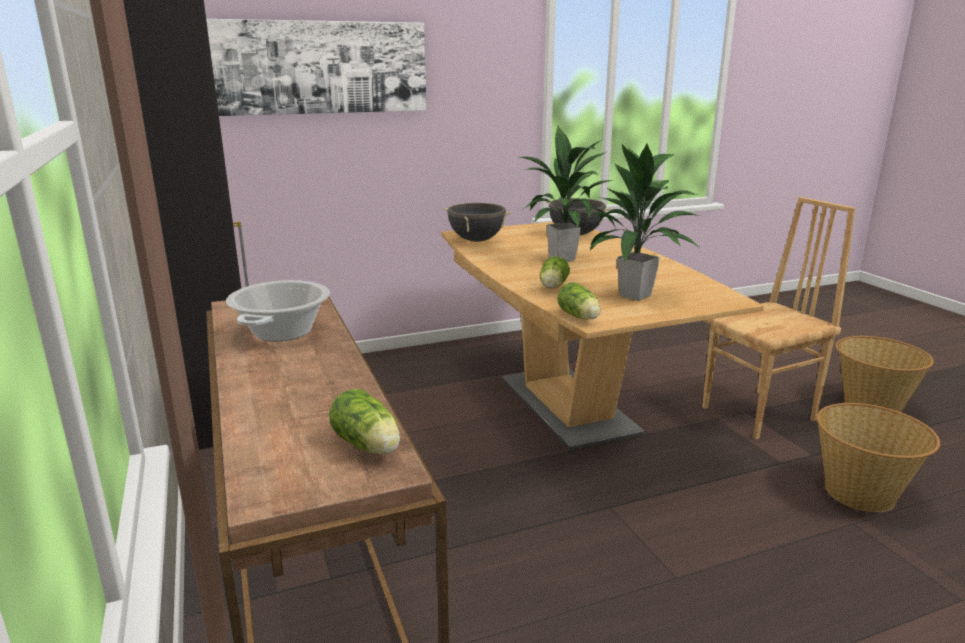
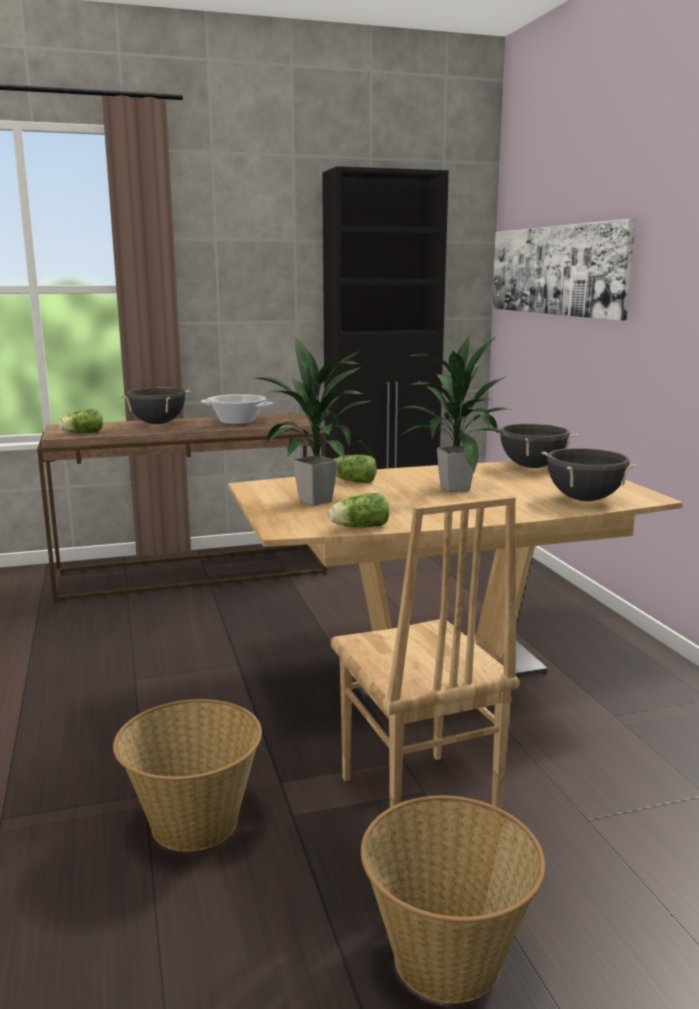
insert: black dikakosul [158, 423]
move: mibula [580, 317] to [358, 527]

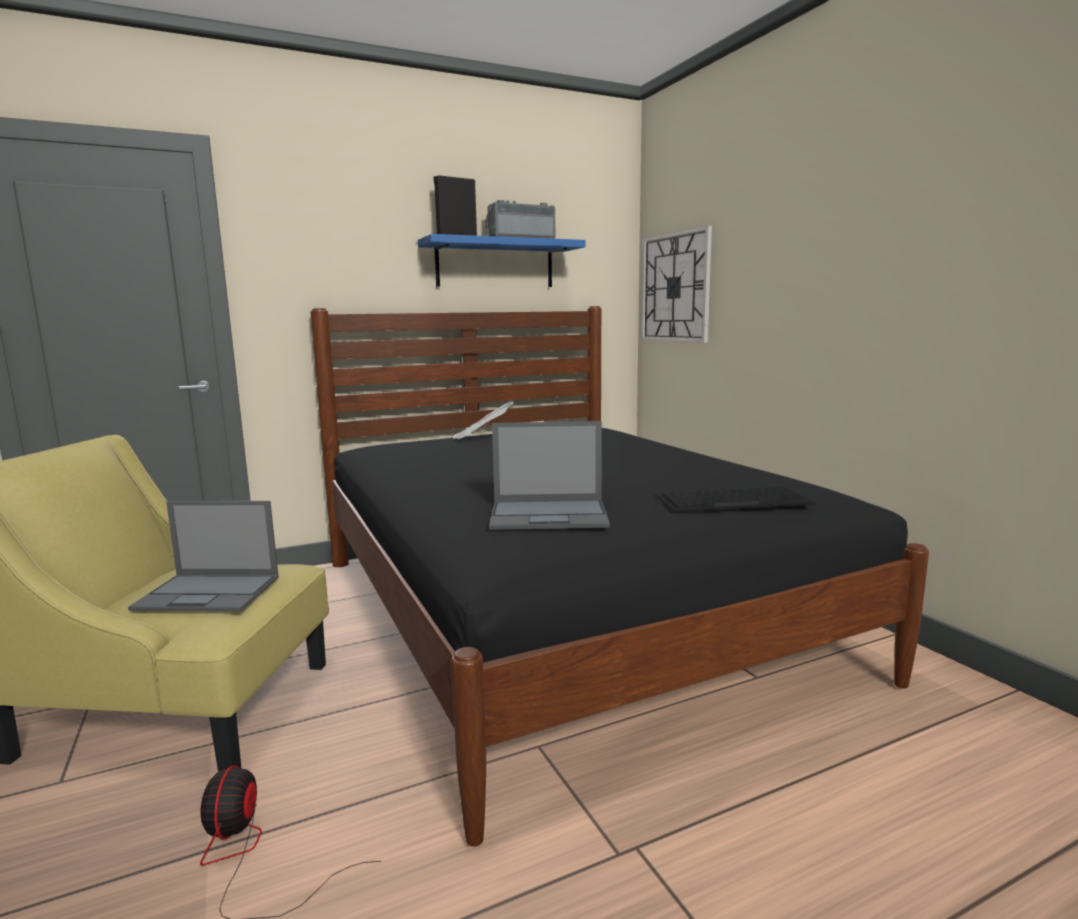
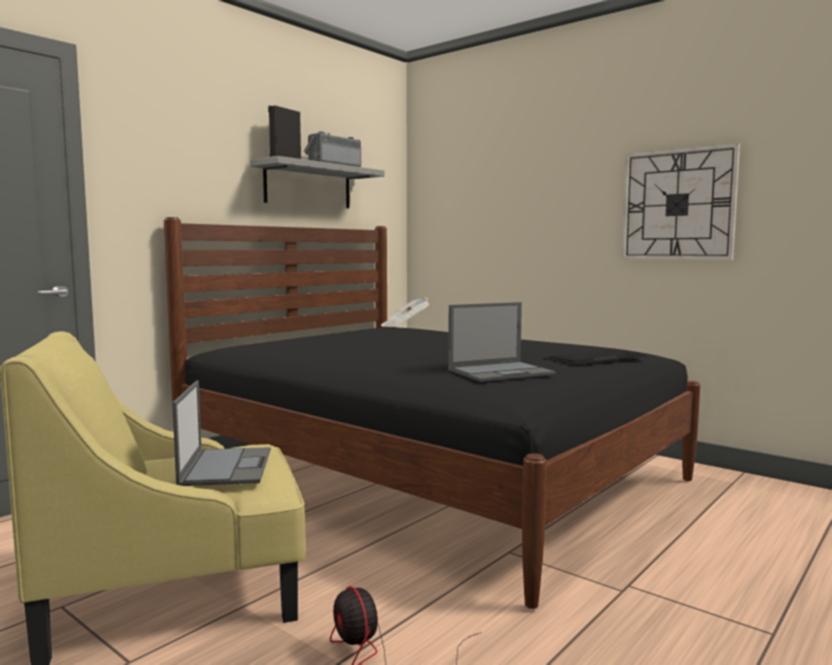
move: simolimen [482, 438] to [405, 325]; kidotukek [675, 287] to [677, 205]
recolor: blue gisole [495, 264] to grey gisole [308, 186]
rotate: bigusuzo [210, 593] = [226, 466] 75 degrees counterclockwise

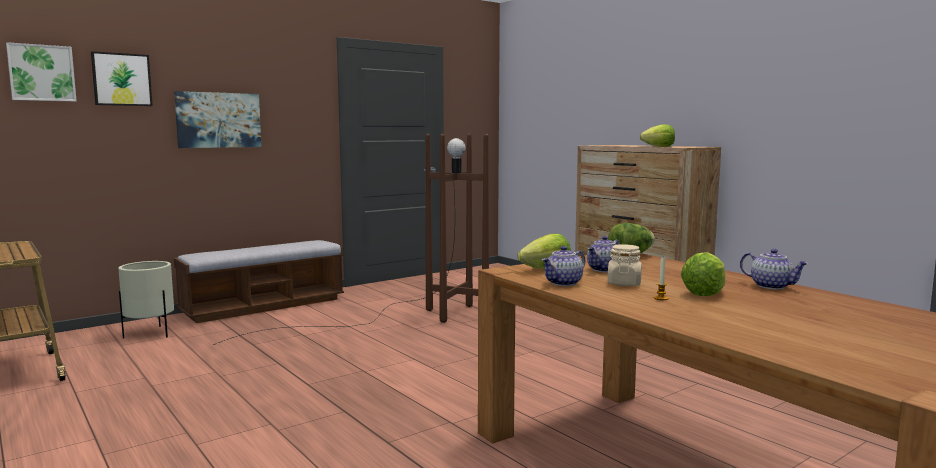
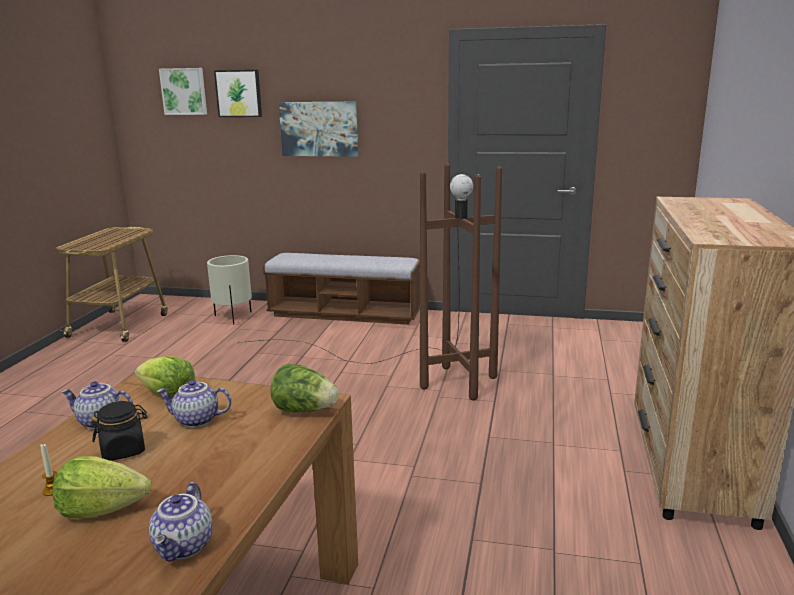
delete: mibula [659, 146]
recolor: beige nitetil [624, 283] to black nitetil [124, 450]

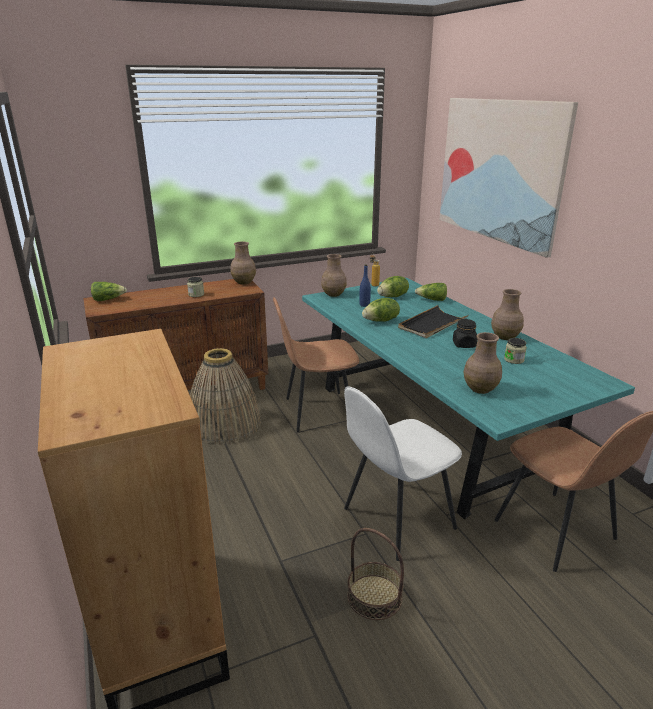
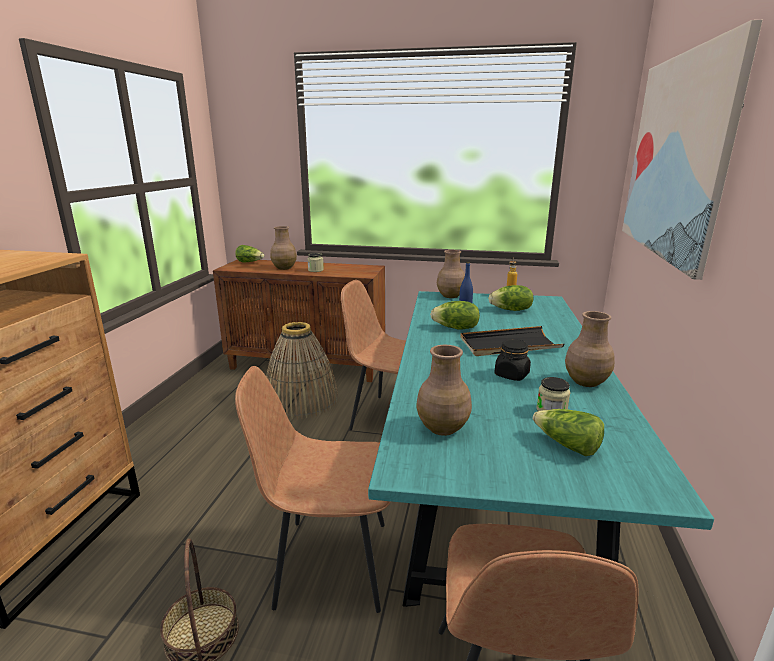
move: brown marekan [243, 282] to [284, 268]; mibula [432, 300] to [567, 445]
recolor: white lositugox [396, 519] to brown lositugox [329, 562]

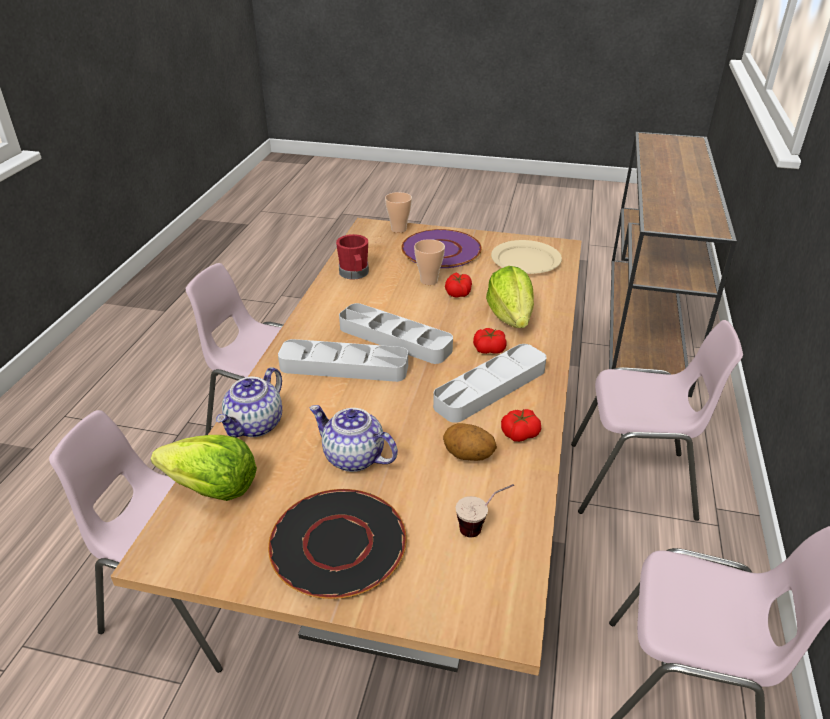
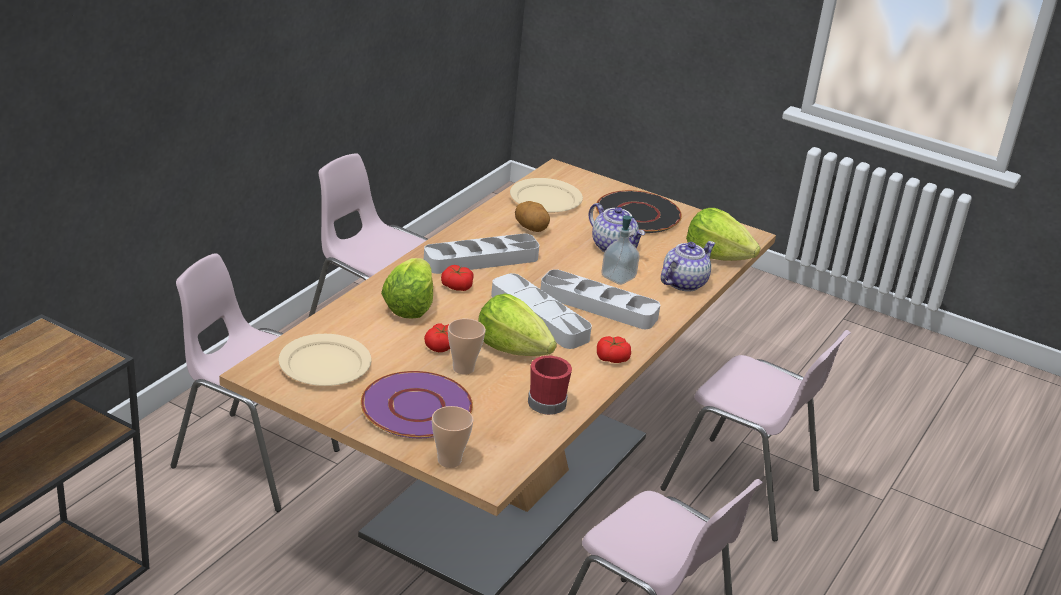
insert: mibula [513, 348]; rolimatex [618, 277]
move: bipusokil [519, 433] to [612, 358]
replace: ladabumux [482, 527] to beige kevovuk [546, 199]

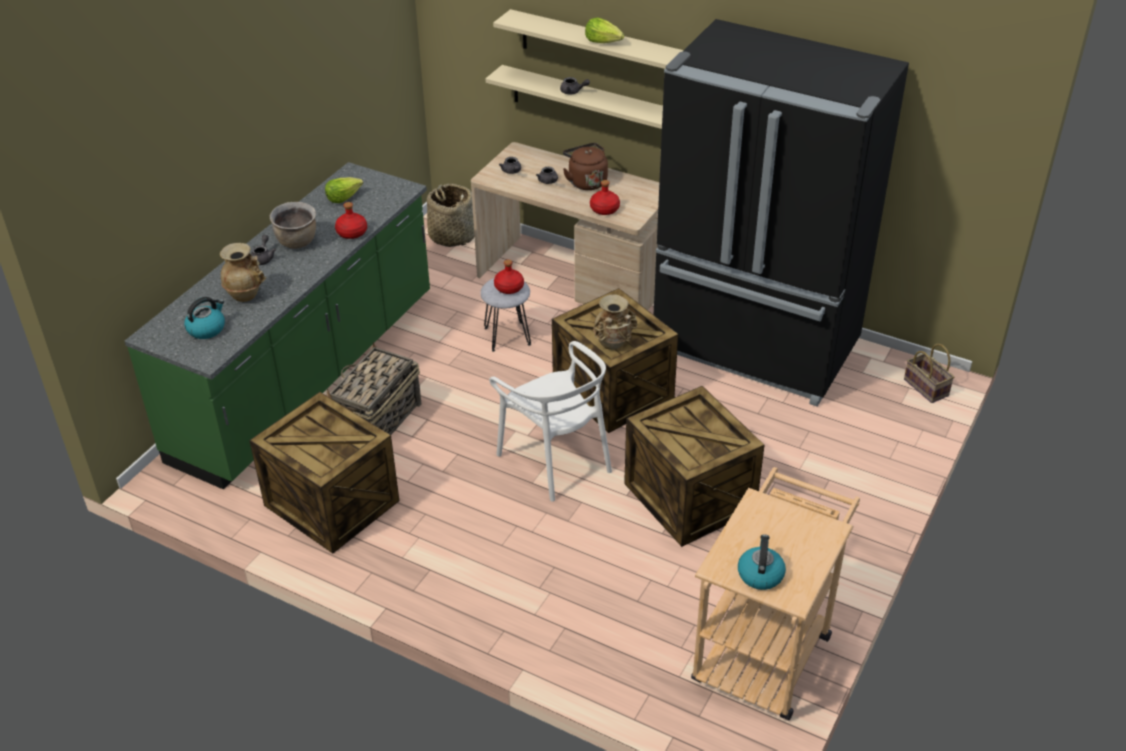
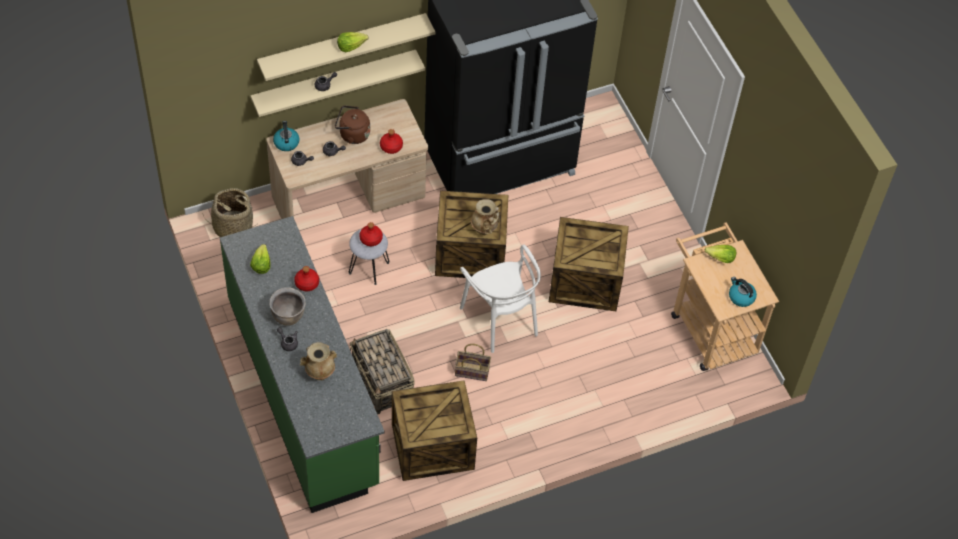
insert: mibula [720, 258]
move: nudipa [207, 329] to [286, 142]; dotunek [927, 388] to [473, 371]
rotate: white lositugox [556, 460] = [500, 319] 60 degrees clockwise

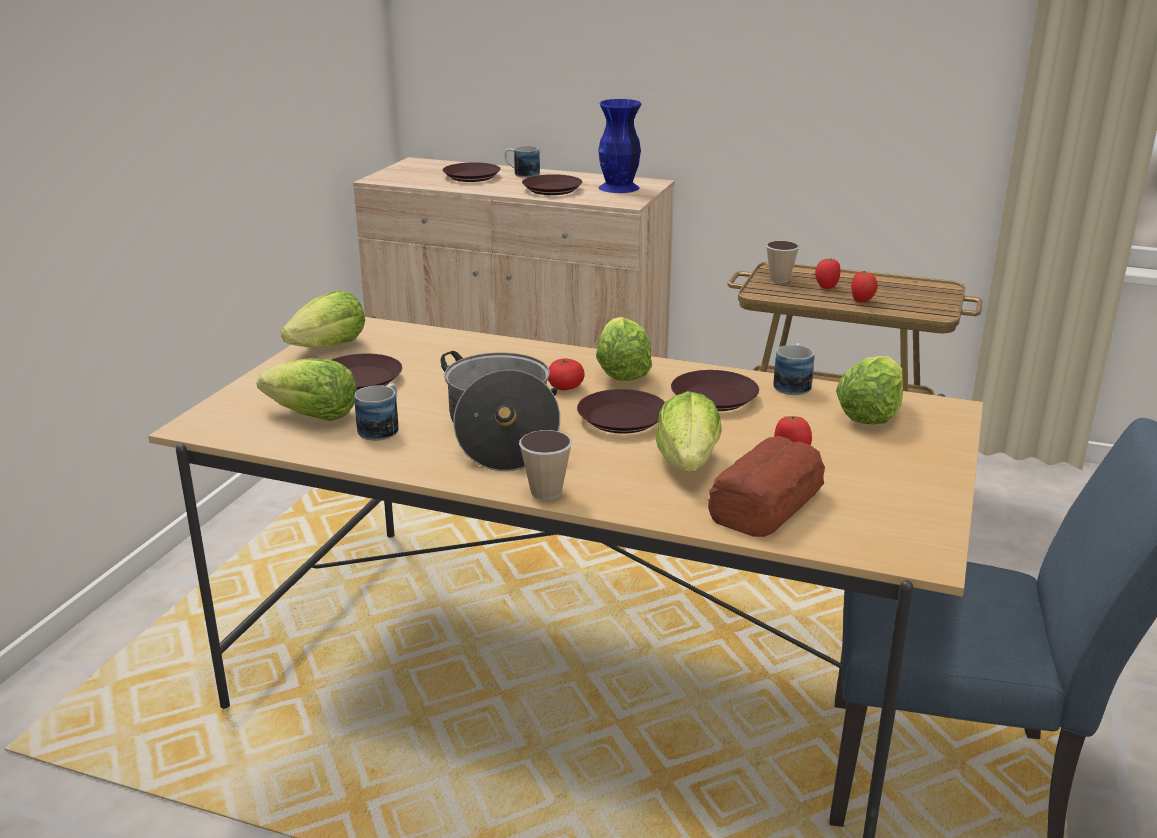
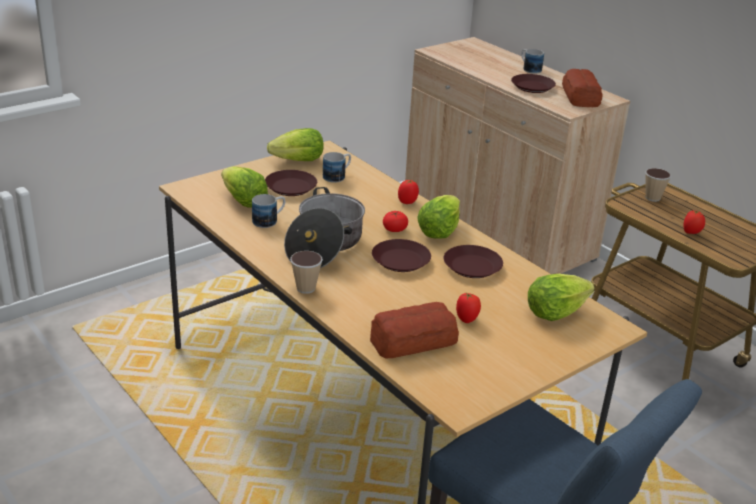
delete: brown kevovuk [471, 177]; mibula [688, 463]
move: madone [793, 384] to [337, 176]; bipusokil [826, 287] to [407, 202]
replace: blue marekan [618, 188] to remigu [580, 97]

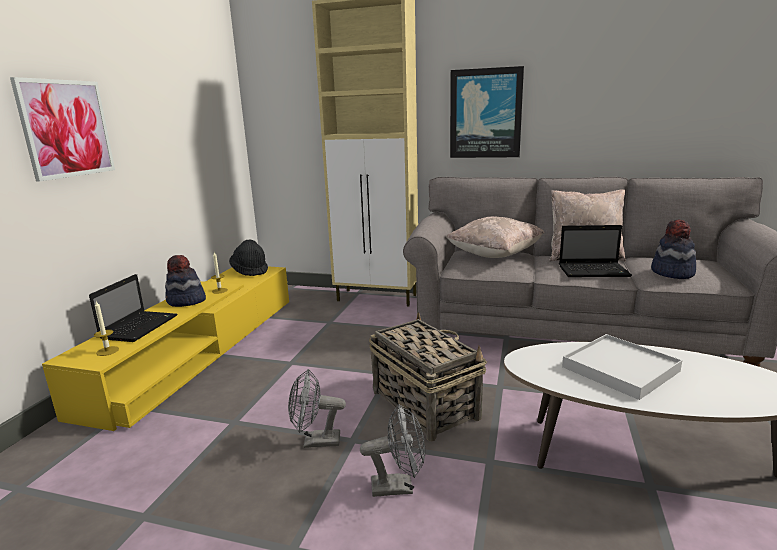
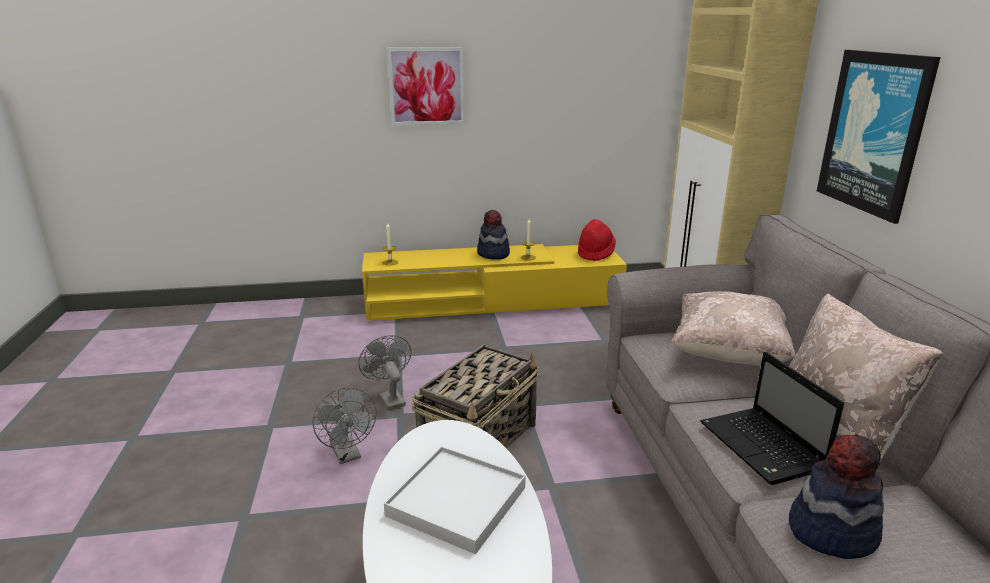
delete: bigusuzo [140, 326]
recolor: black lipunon [250, 271] to red lipunon [595, 253]

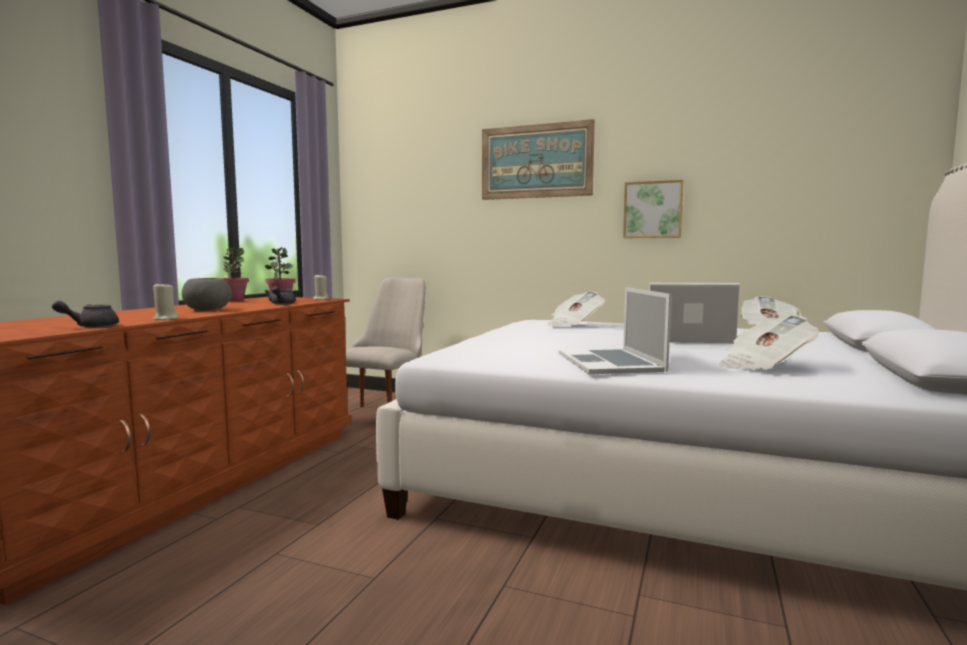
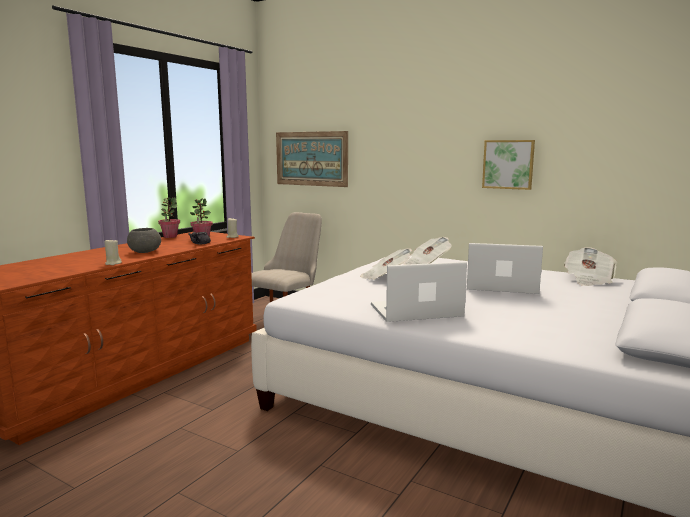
delete: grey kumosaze [91, 326]
move: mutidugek [536, 161] to [311, 158]; simolimen [763, 366] to [385, 277]
rotate: bigusuzo [610, 362] = [416, 311] 75 degrees clockwise

